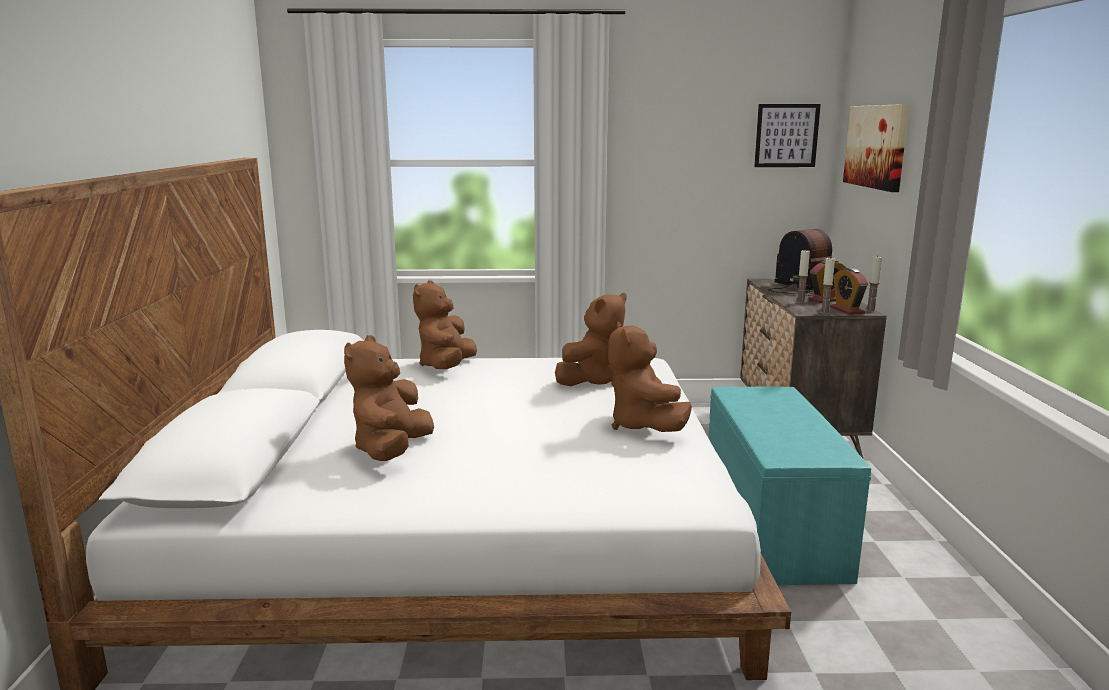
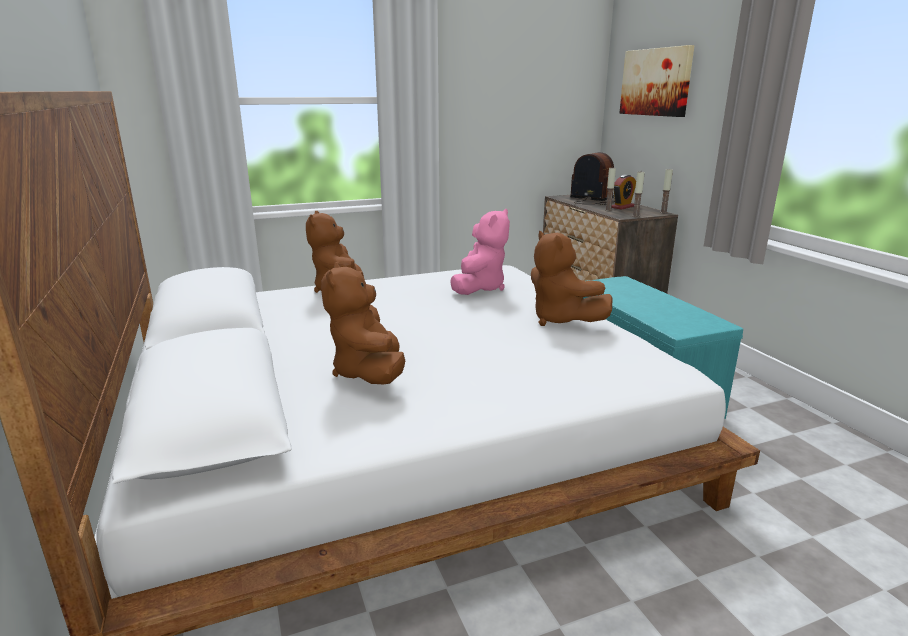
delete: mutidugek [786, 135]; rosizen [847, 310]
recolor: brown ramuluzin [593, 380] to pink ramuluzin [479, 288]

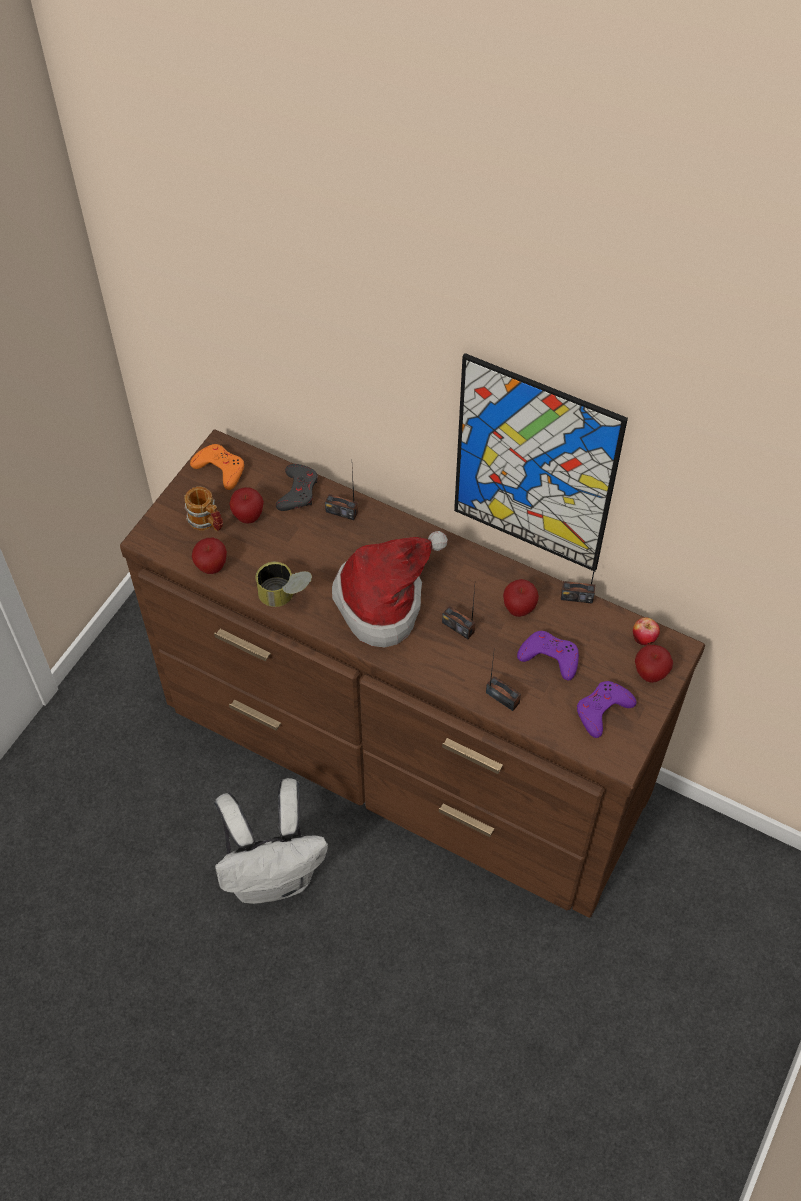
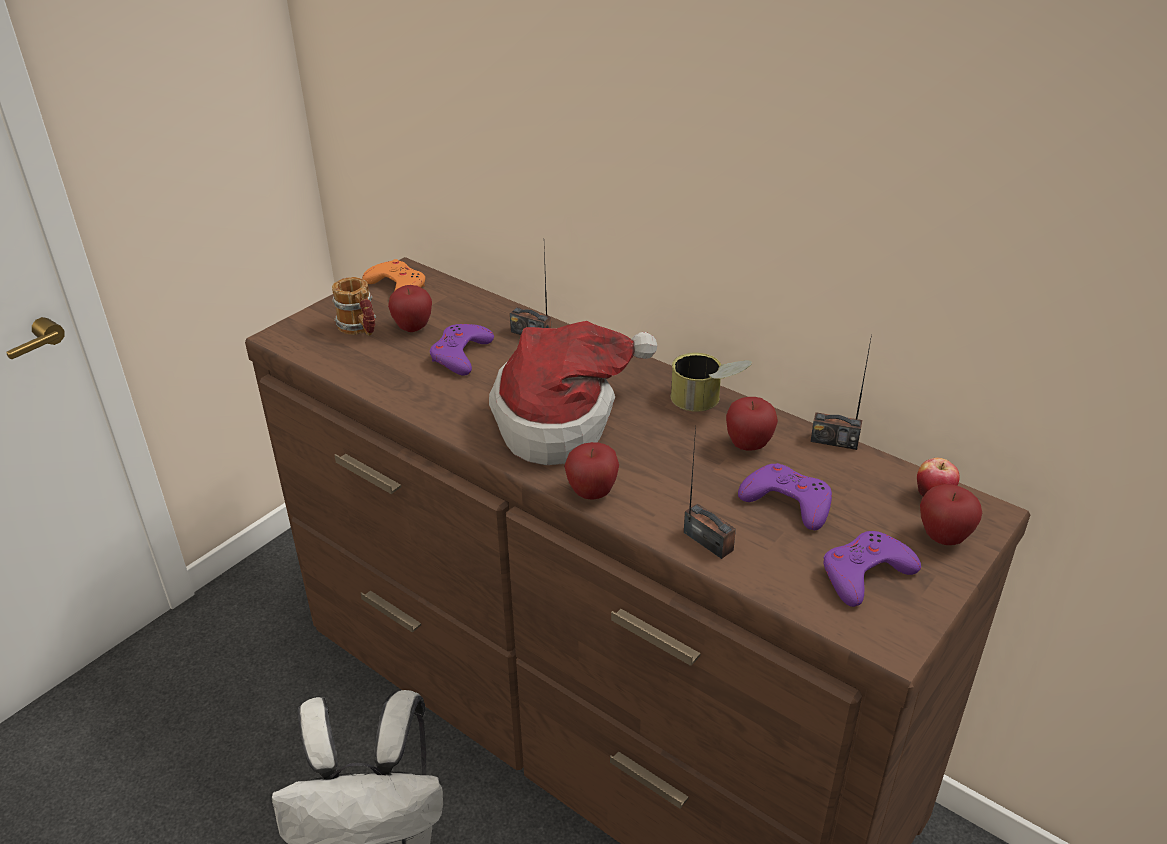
delete: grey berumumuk [298, 491]; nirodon [458, 627]; mutidugek [534, 466]
insert: purple berumumuk [460, 355]
move: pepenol [211, 567] to [592, 493]; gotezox [285, 596] to [708, 403]

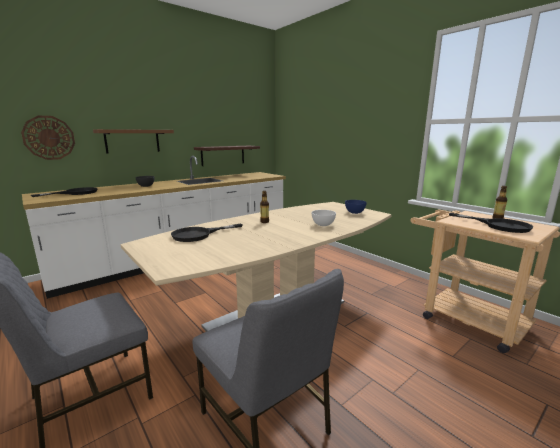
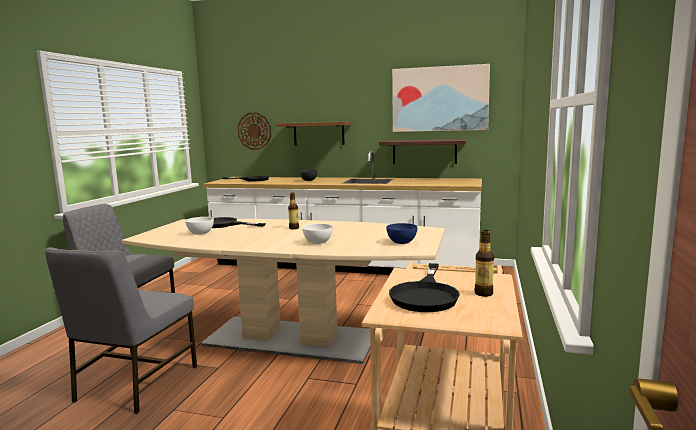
insert: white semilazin [200, 233]; mutidugek [439, 99]

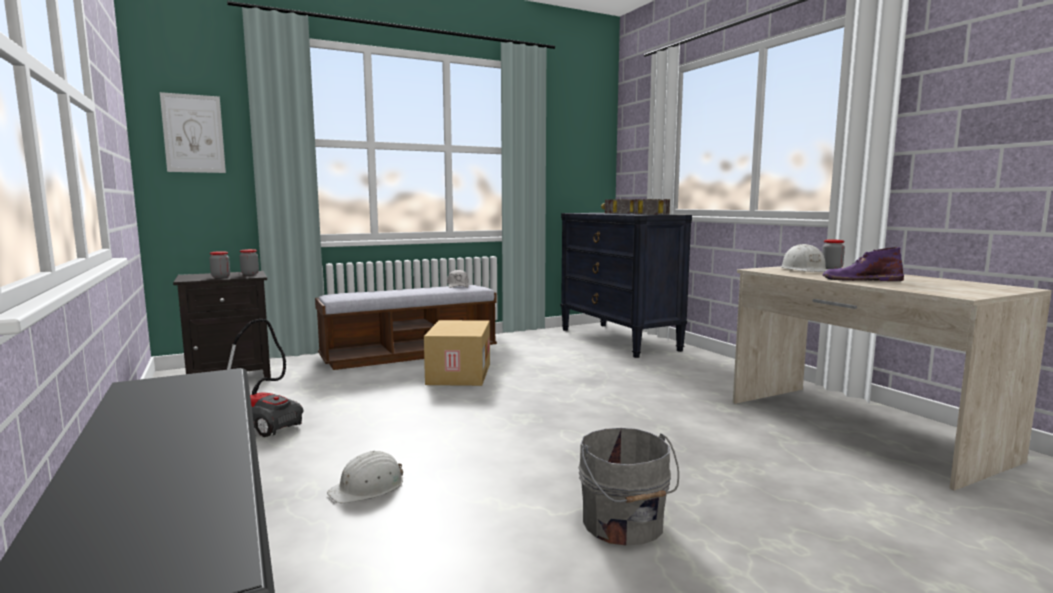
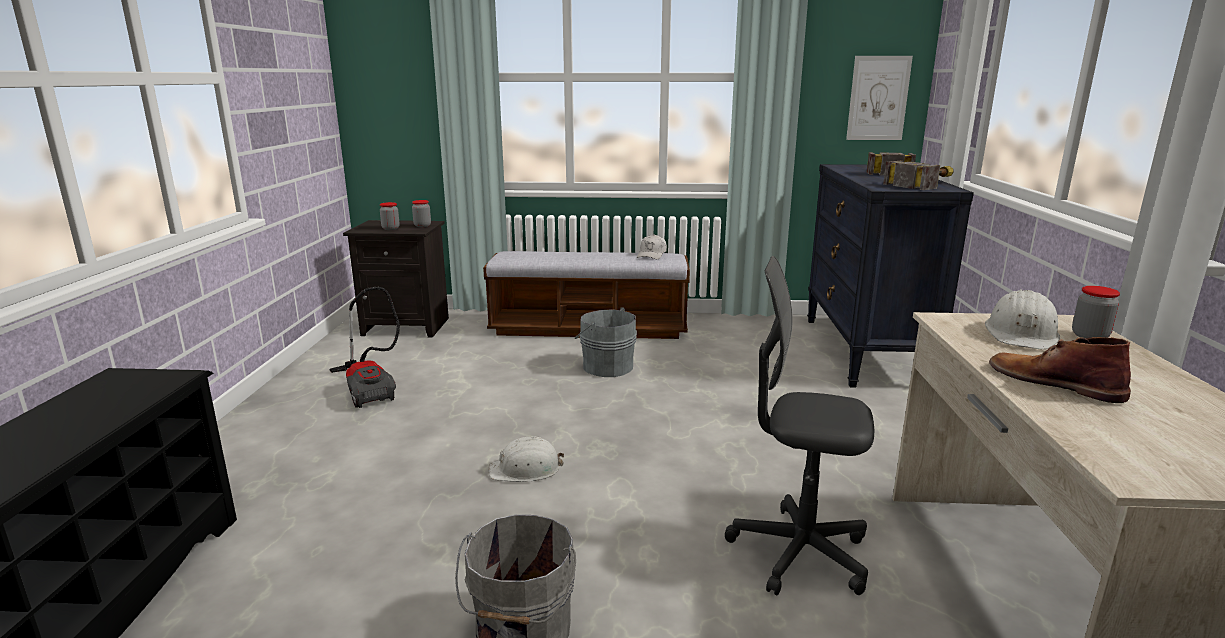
insert: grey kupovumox [799, 553]
move: mutidugek [193, 133] to [878, 98]; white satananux [368, 487] to [526, 469]
replace: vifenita [458, 373] to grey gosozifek [606, 366]
recolor: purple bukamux [861, 279] to brown bukamux [1053, 382]

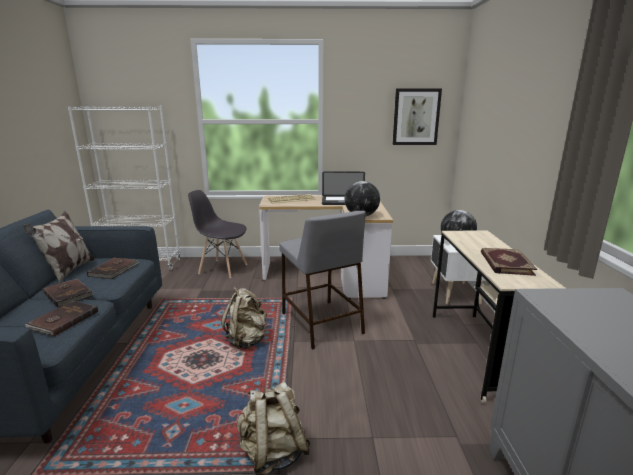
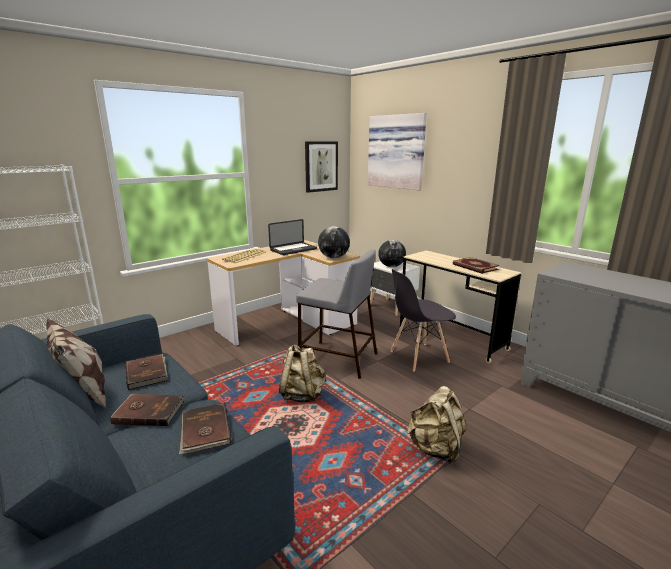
insert: mutidugek [397, 152]
move: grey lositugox [222, 269] to [418, 357]

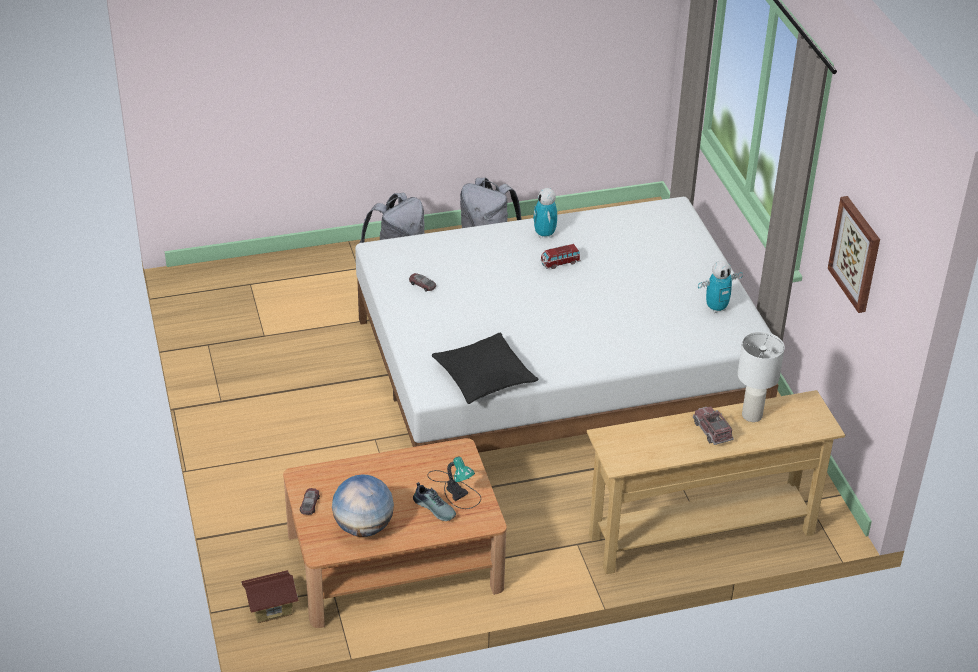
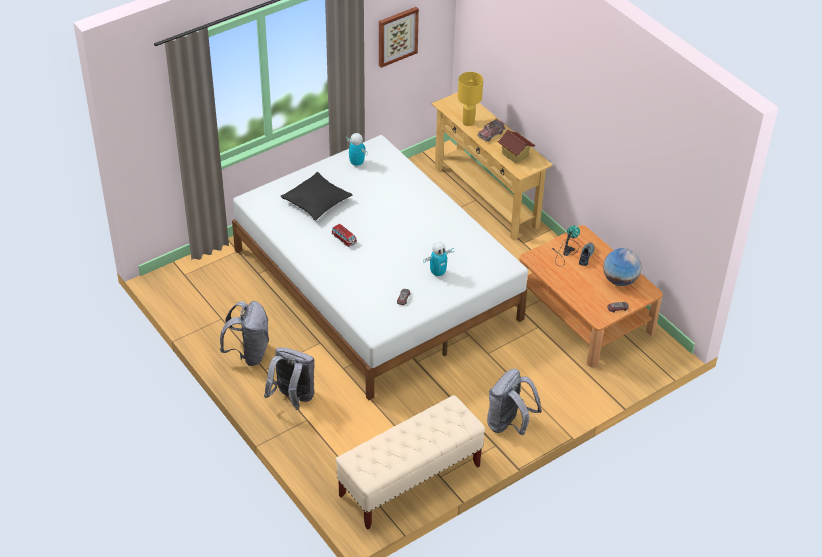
insert: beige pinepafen [409, 481]; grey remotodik [509, 424]
move: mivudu [271, 608] to [515, 155]; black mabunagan [484, 377] to [316, 201]; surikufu [544, 234] to [438, 273]
recolor: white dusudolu [752, 415] to yellow dusudolu [468, 122]

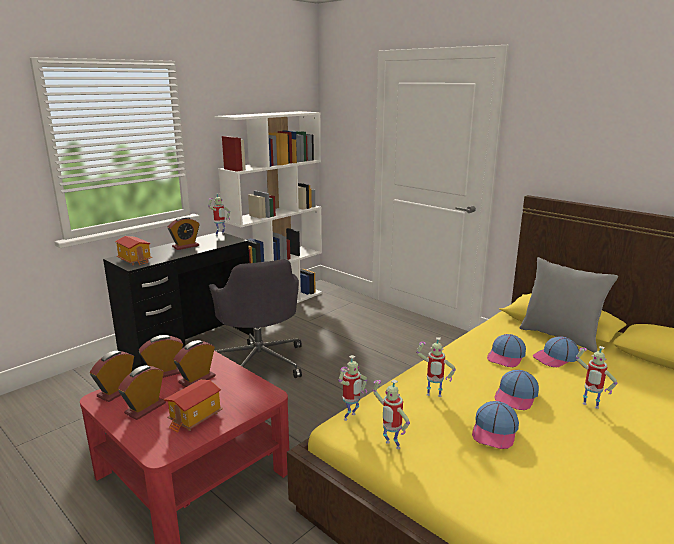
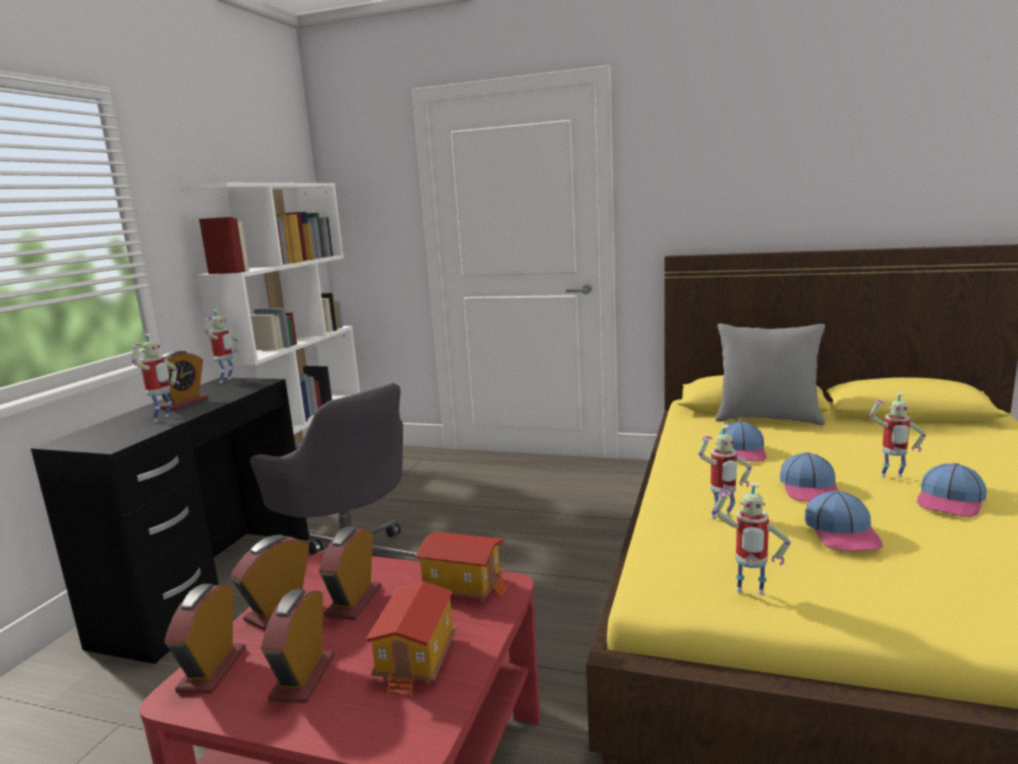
move: mivudu [135, 260] to [464, 587]; surikufu [351, 418] to [163, 418]; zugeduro [555, 358] to [950, 501]

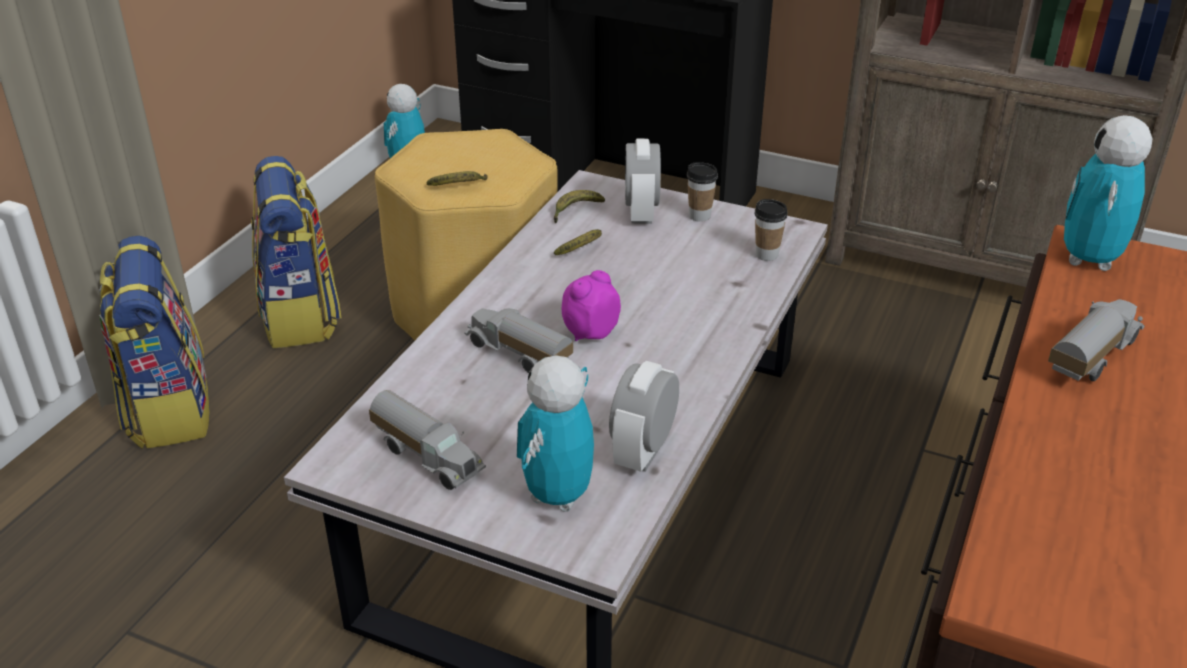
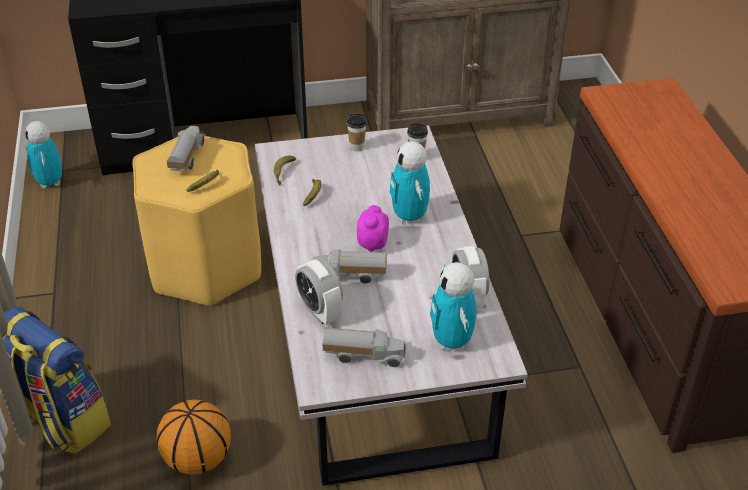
delete: remotodik [301, 316]
insert: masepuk [198, 459]
move: rosizen [641, 213] to [320, 311]; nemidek [1089, 357] to [186, 158]; surikufu [1089, 260] to [409, 217]

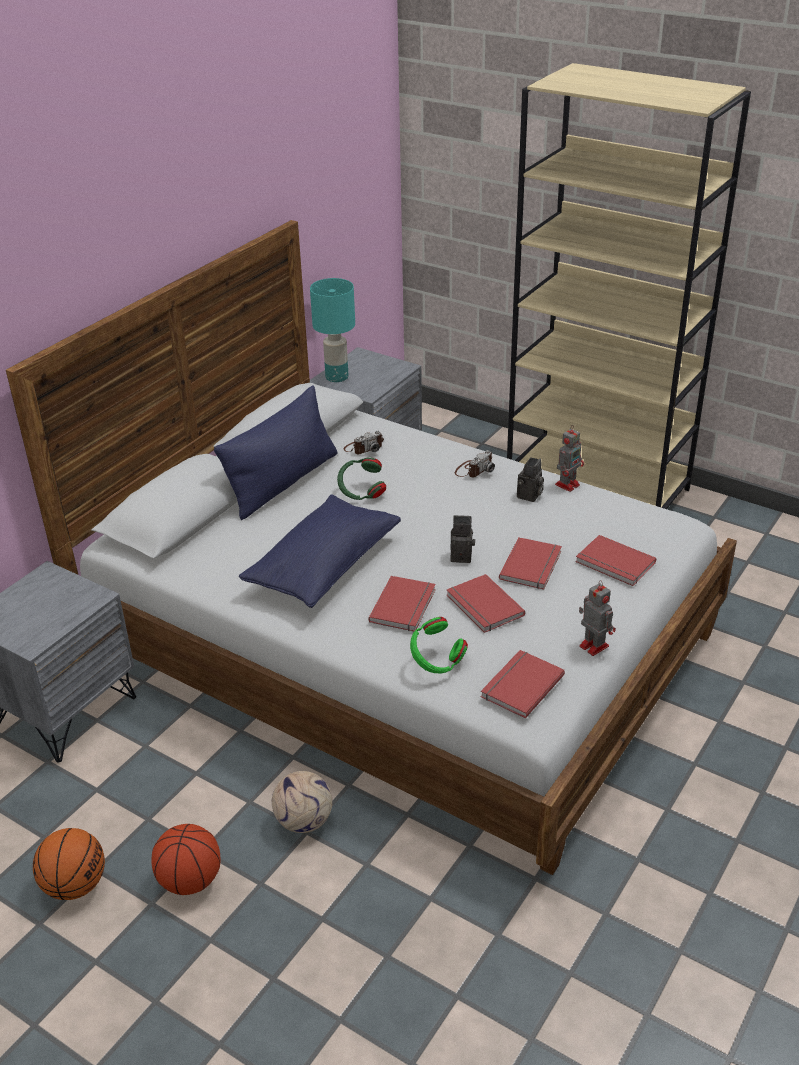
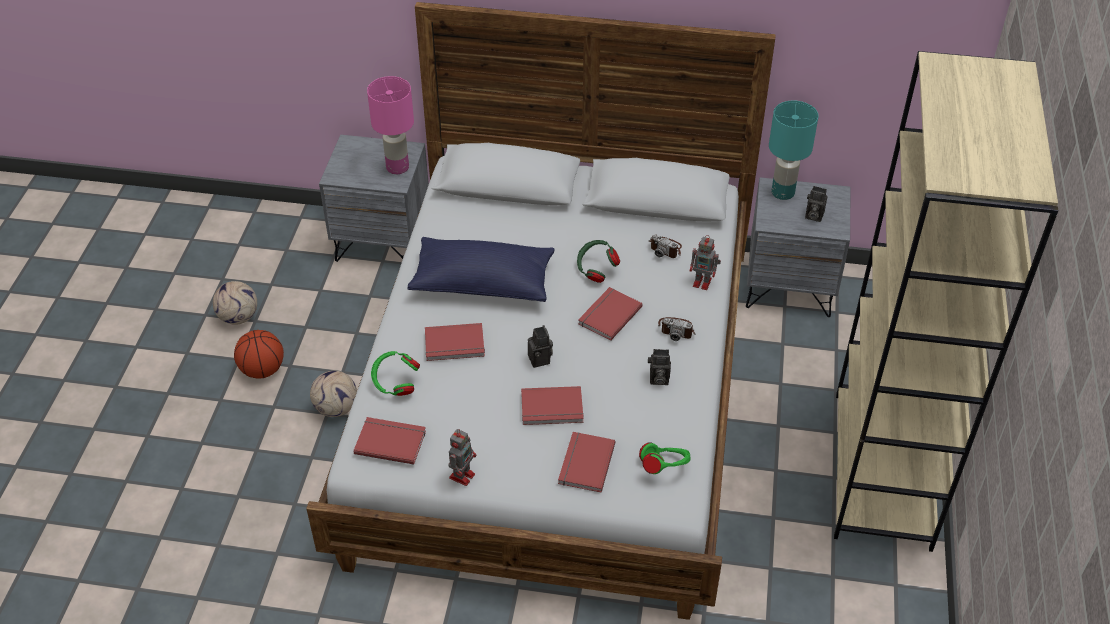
delete: blue mabunagan [283, 482]
insert: pink dusudolu [398, 167]; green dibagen [664, 468]; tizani [813, 216]
move: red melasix [483, 606] to [608, 315]; surikufu [568, 484] to [703, 282]
replace: masepuk [75, 885] to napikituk [239, 317]

